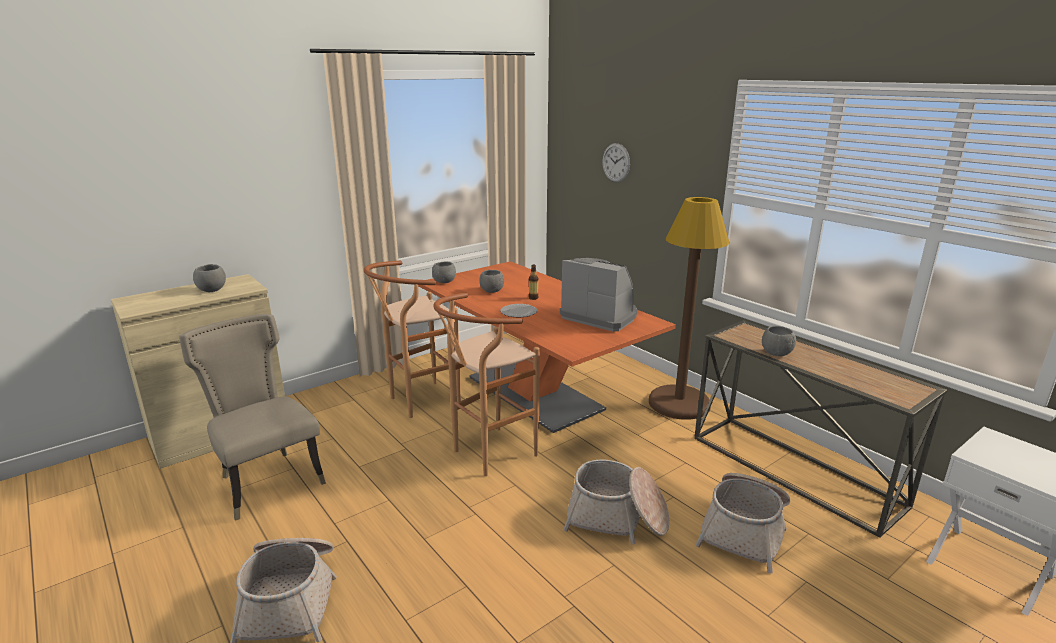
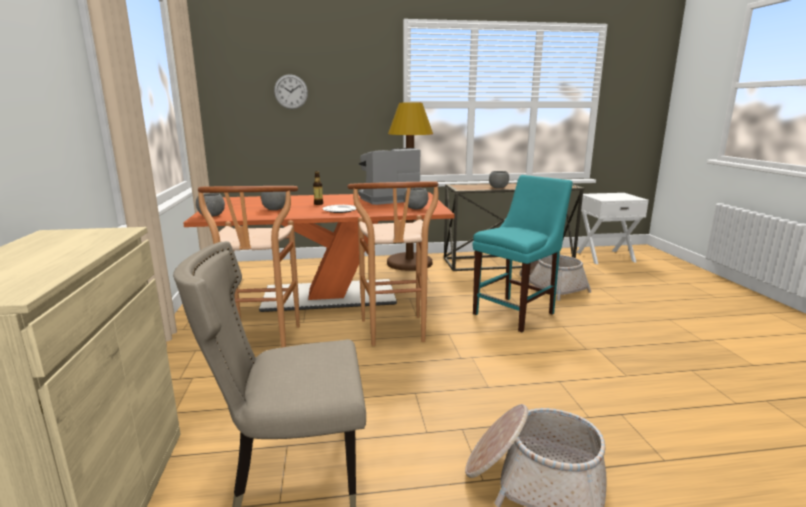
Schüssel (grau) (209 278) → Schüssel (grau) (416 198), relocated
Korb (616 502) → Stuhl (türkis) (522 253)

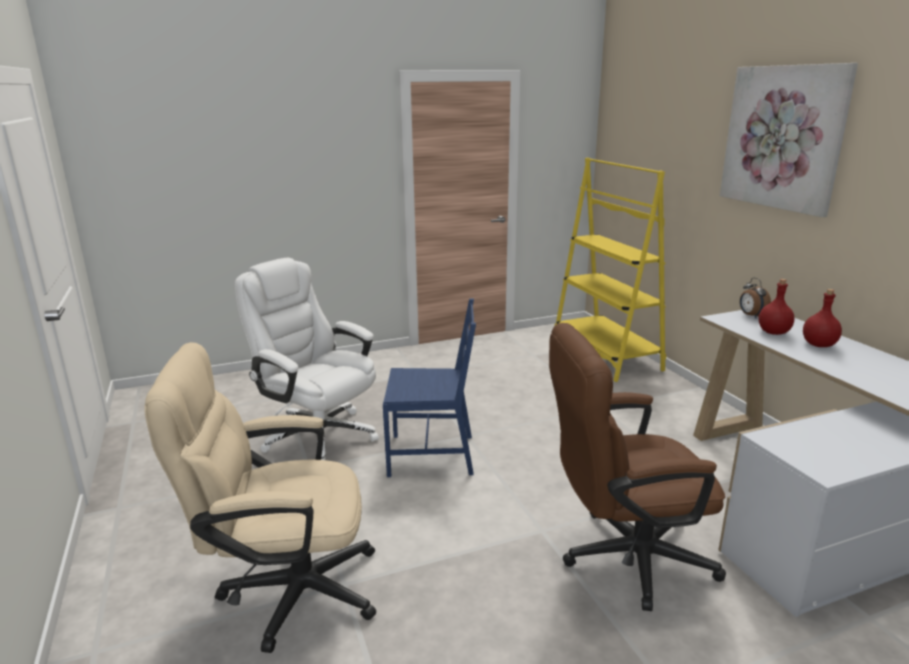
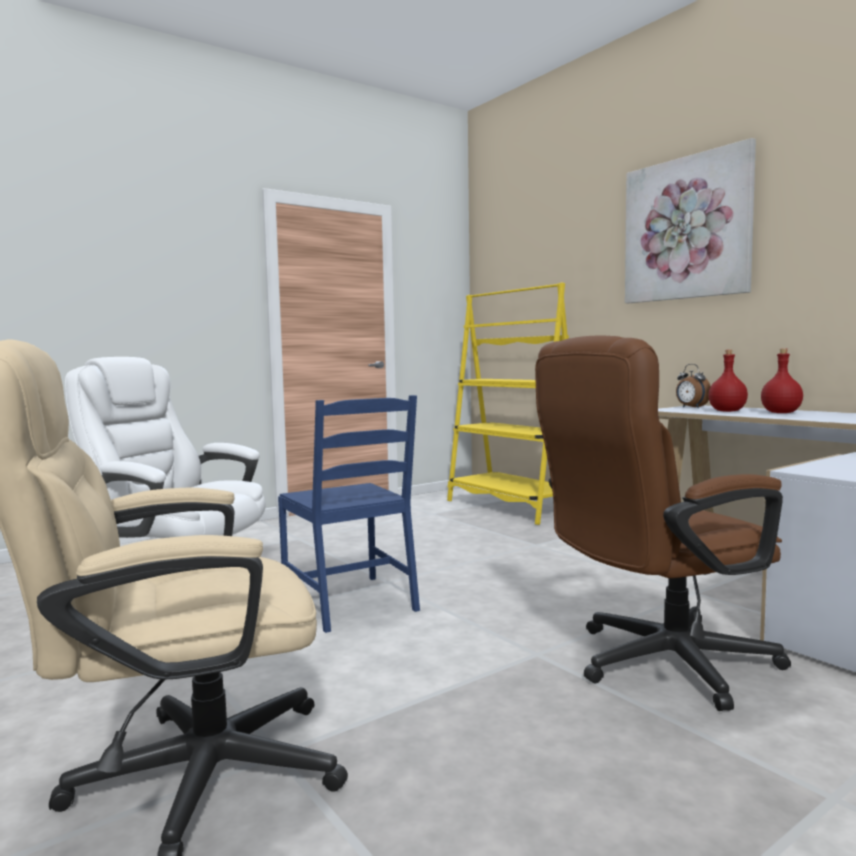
Stuhl (blau) (429 387) → Stuhl (blau) (349 514), 75 degrees clockwise

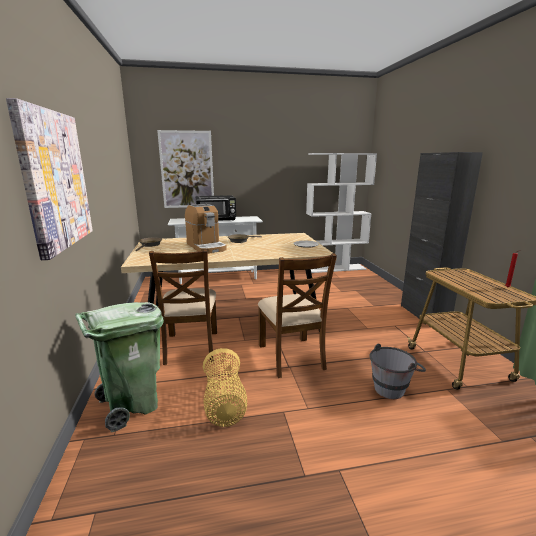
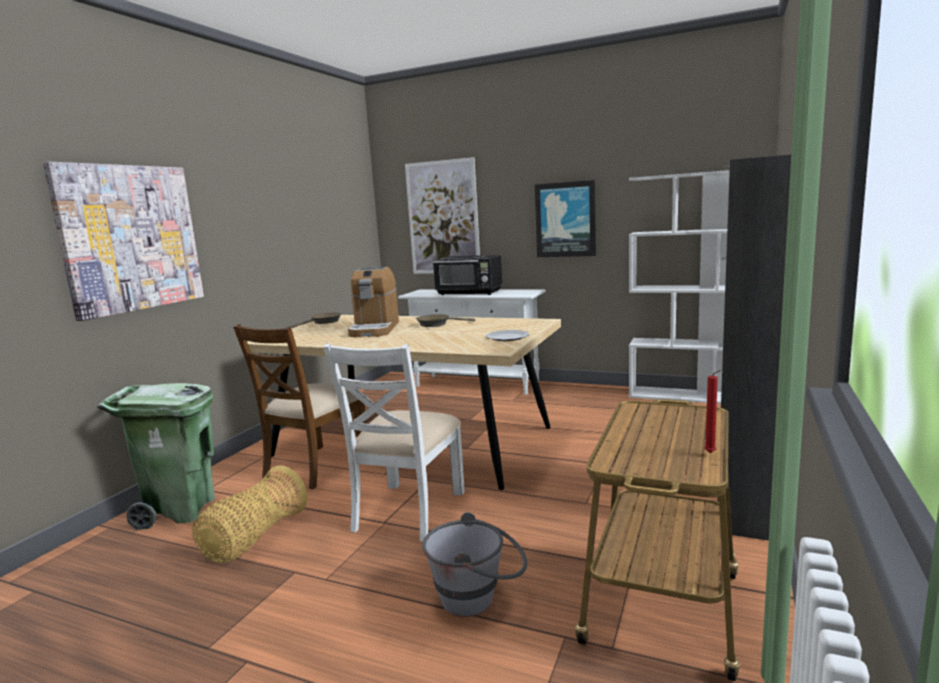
Stuhl (braun) (297 315) → Stuhl (weiß) (394 442)
- → Bild (565 218)

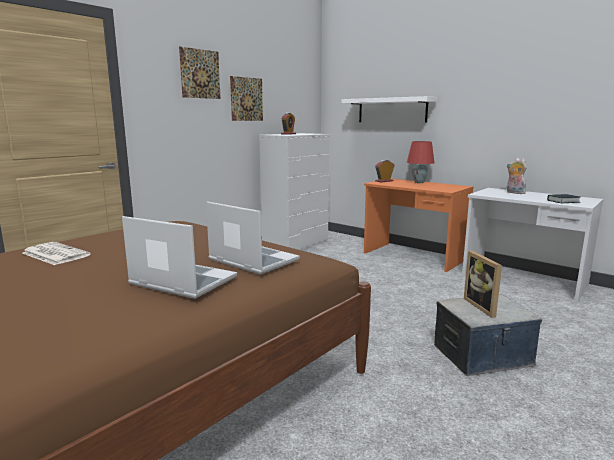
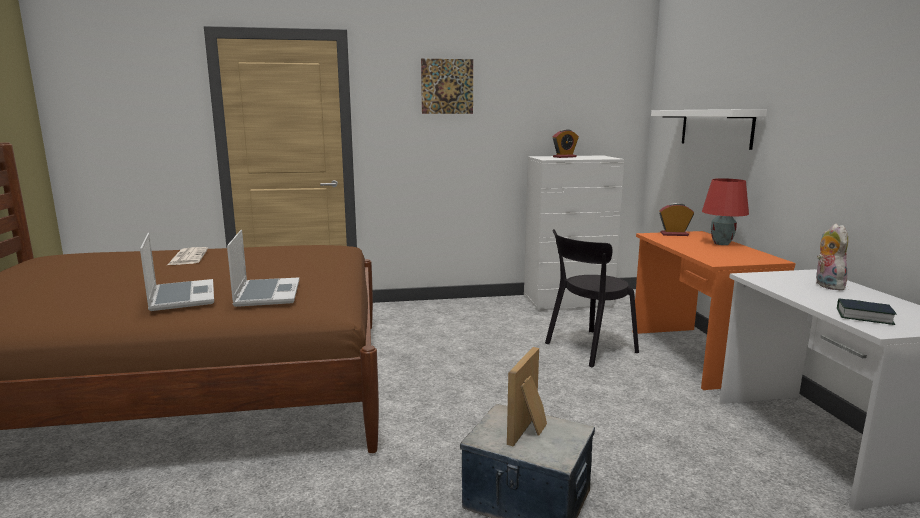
Bild (246 98) → -
- → Stuhl (schwarz) (592 298)

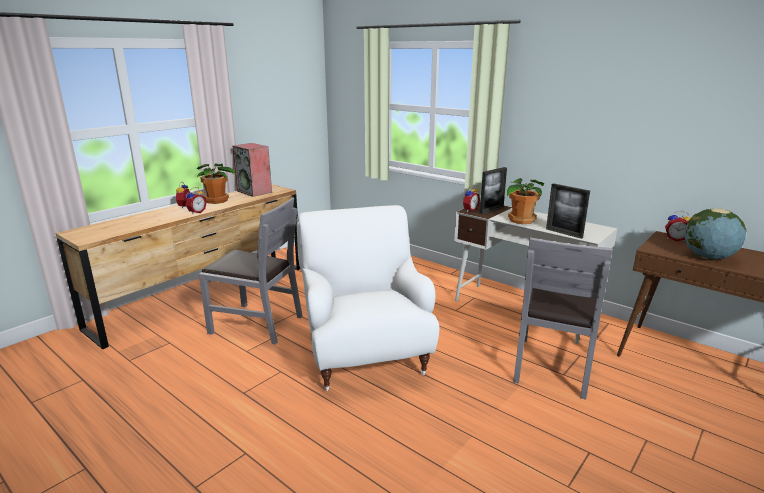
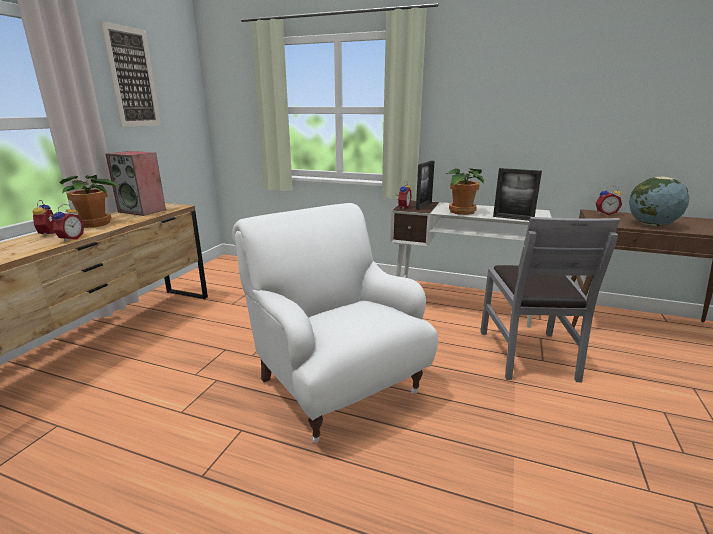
Stuhl (grau) (251 271) → -
- → Bild (130 74)

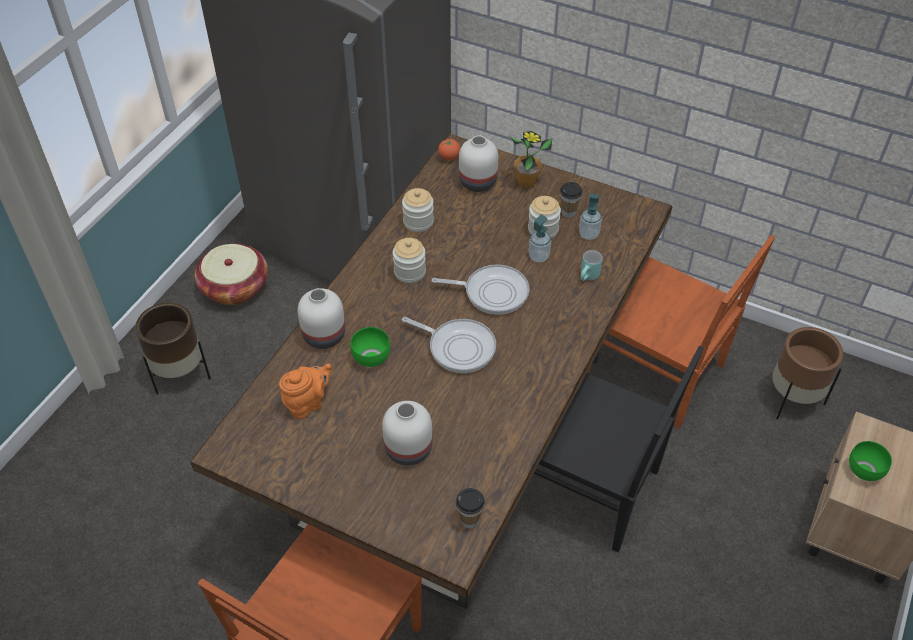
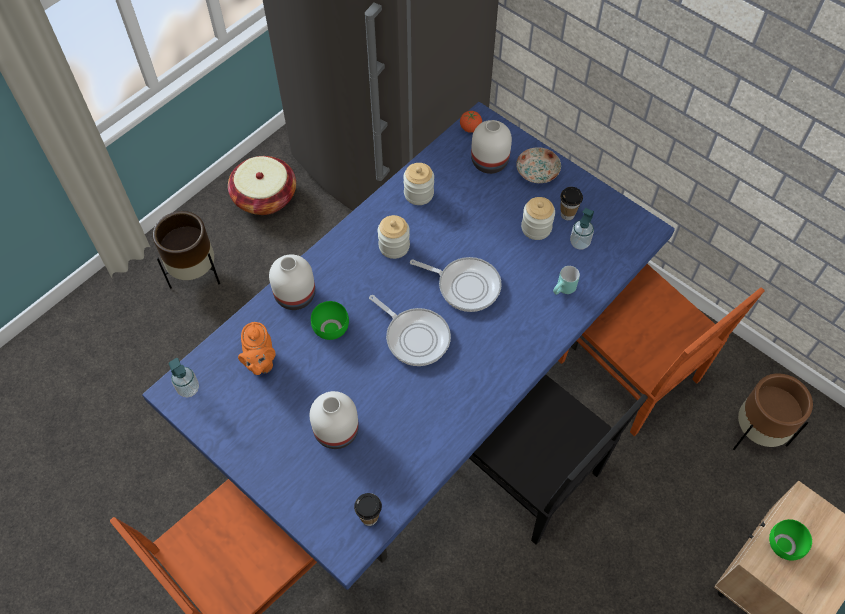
Esstisch (braun) (431 371) → Esstisch (blau) (408 346)
Teekanne (orange) (305 391) → Teekanne (orange) (256 348), 105 degrees clockwise
Topfpflanze (531 159) → Teller (538 165)
Seifenspender (540 238) → Seifenspender (184 377), relocated

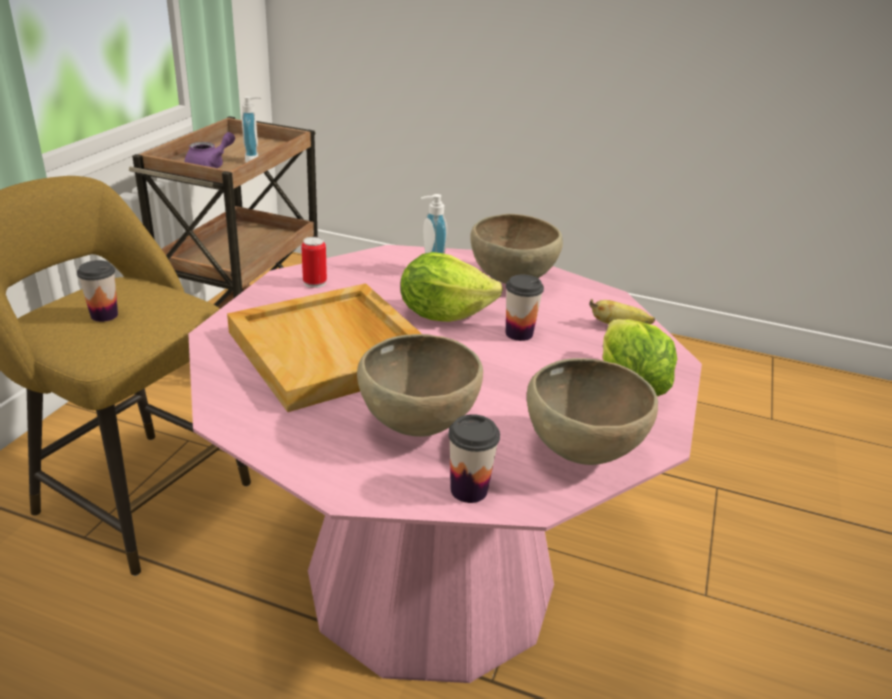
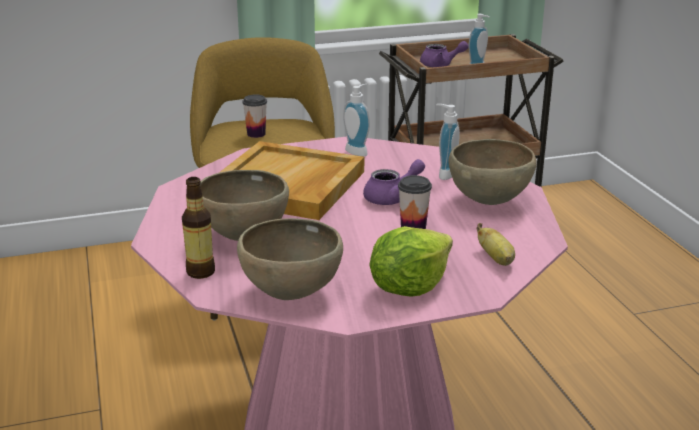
Dose (314 262) → Seifenspender (356 120)
Salatkopf (451 287) → Teekanne (lila) (394 182)
Tasse (474 459) → Flasche (198 228)

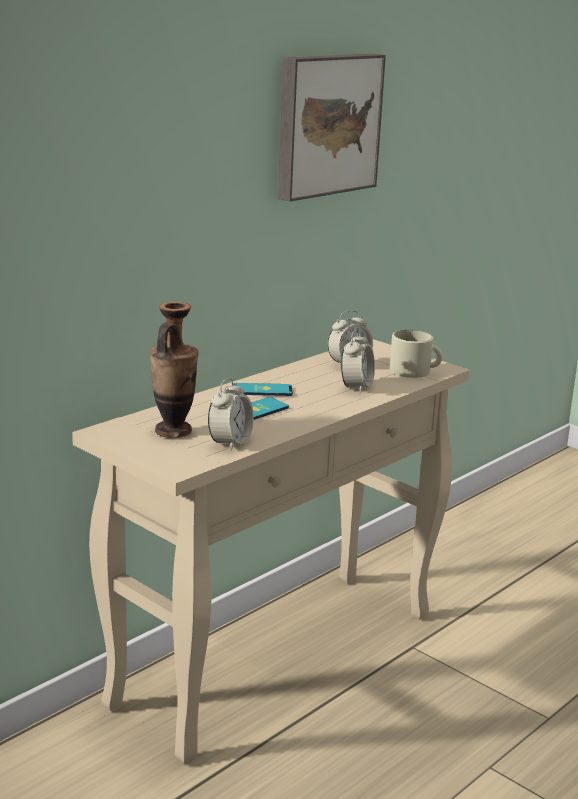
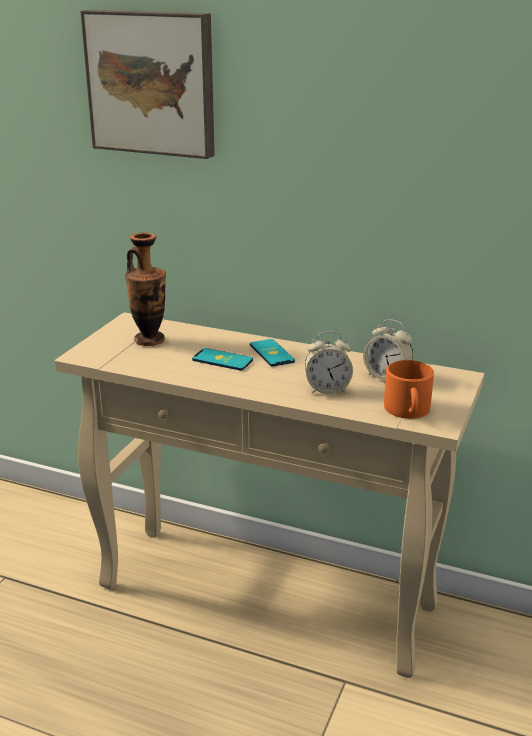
Wecker (231 414) → -
Bild (332 127) → Bild (147 84), relocated
Henkelbecher (beige) (416 354) → Henkelbecher (orange) (409 389)

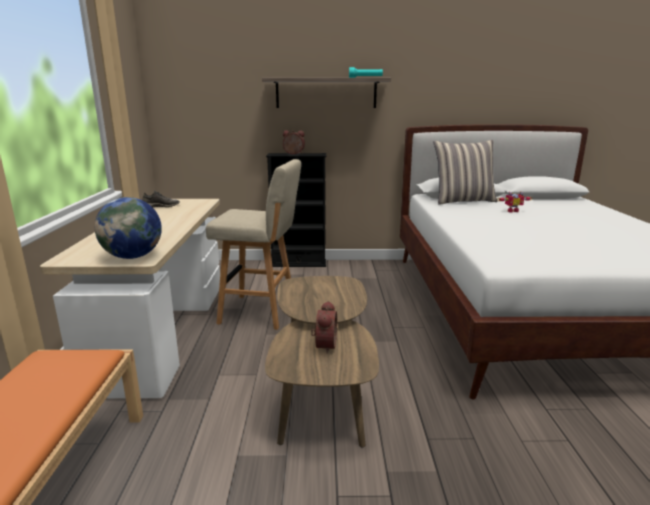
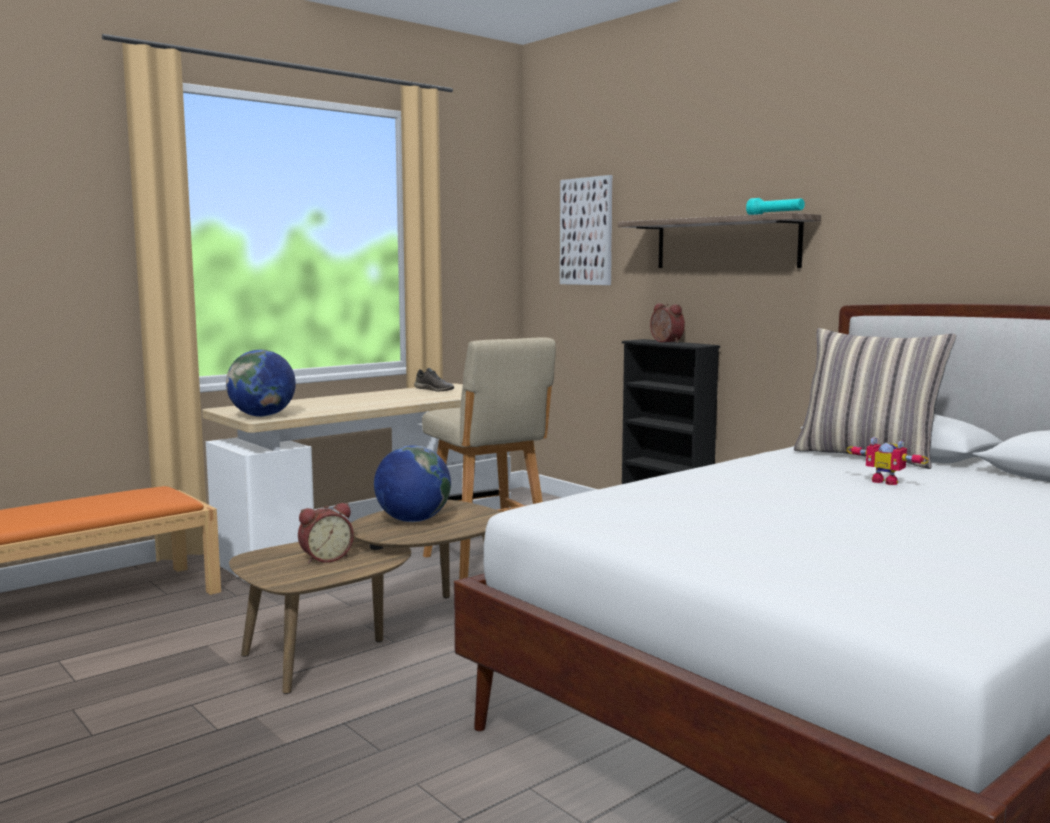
- → Globus (412 483)
- → Bild (586 230)

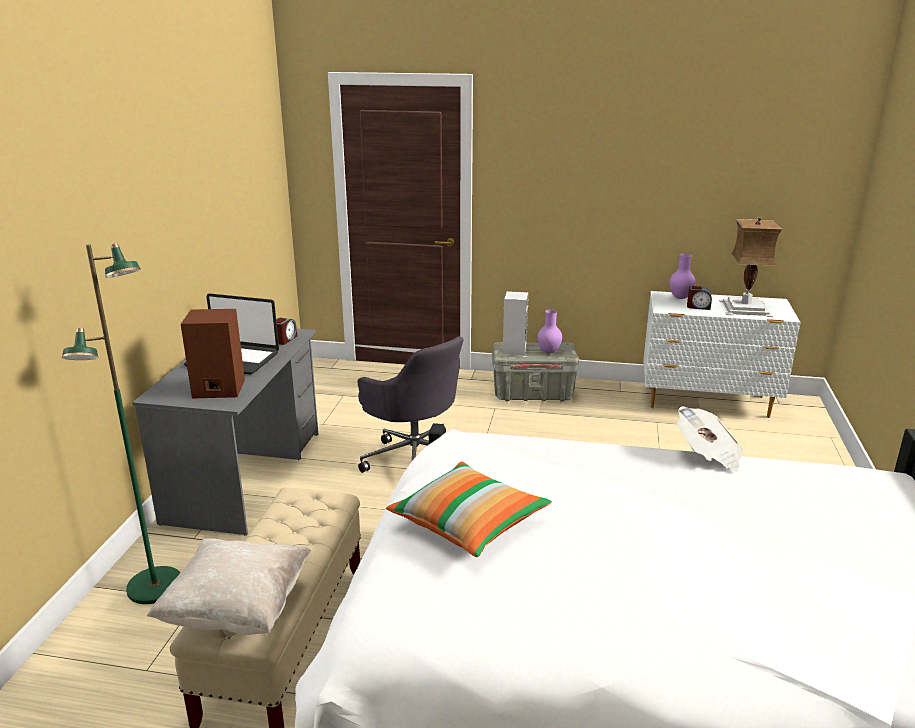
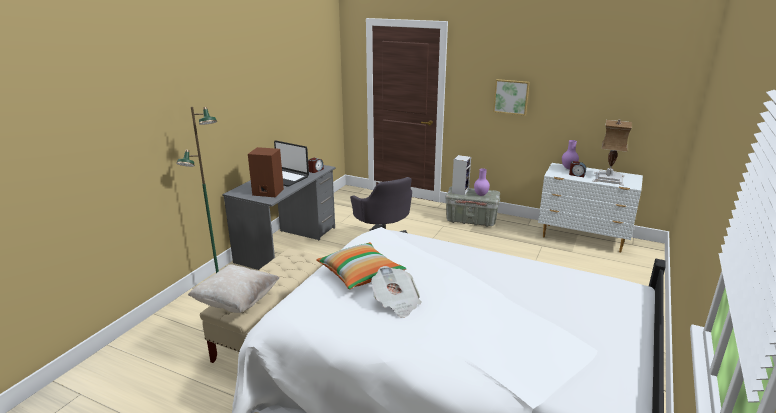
Zeitung (710 438) → Zeitung (396 292), relocated
- → Bild (511 97)

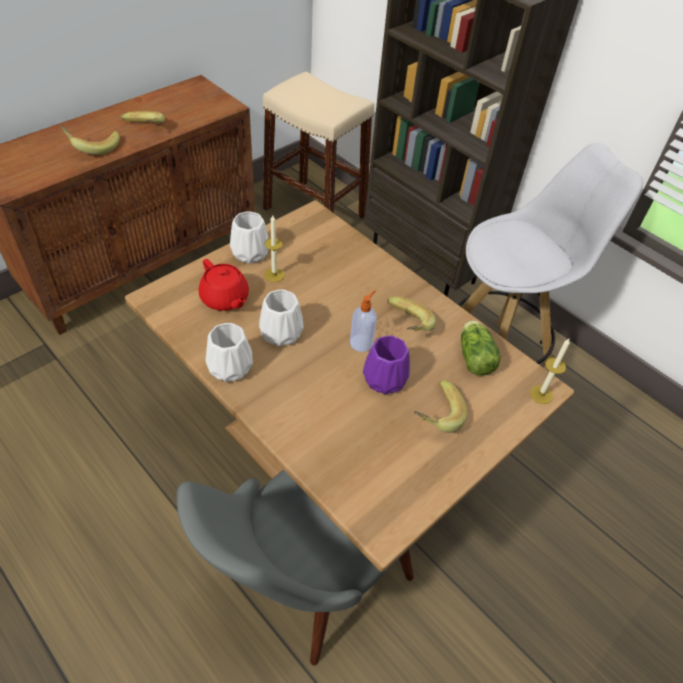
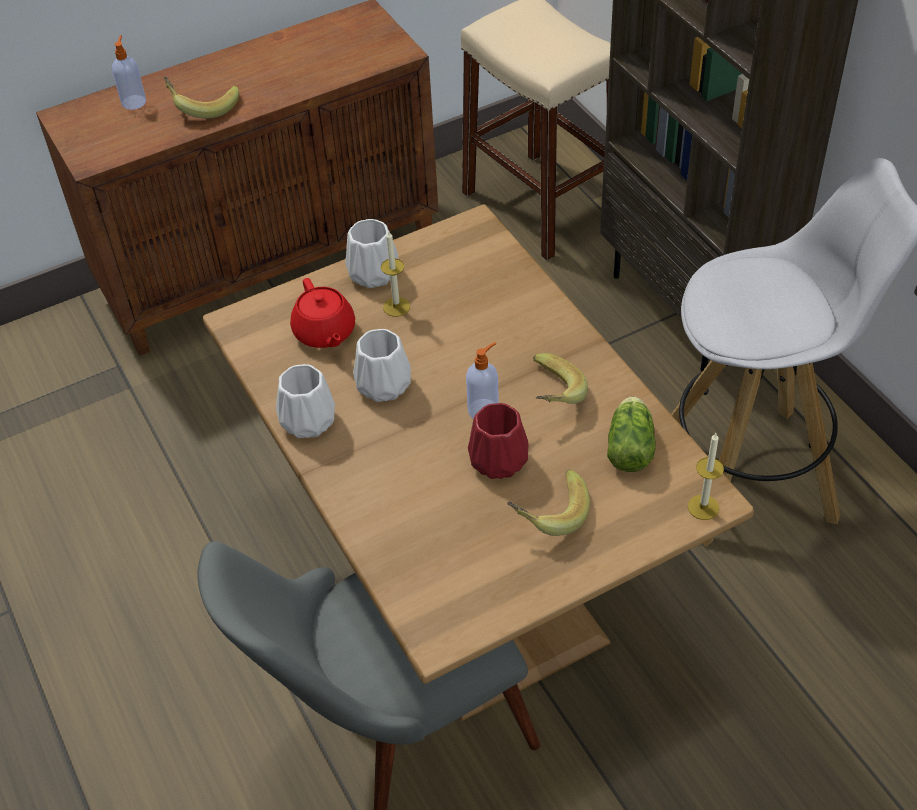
Banane (143 117) → -
Vase (lila) (386 365) → Vase (rot) (498 441)
- → Seifenspender (129 72)

